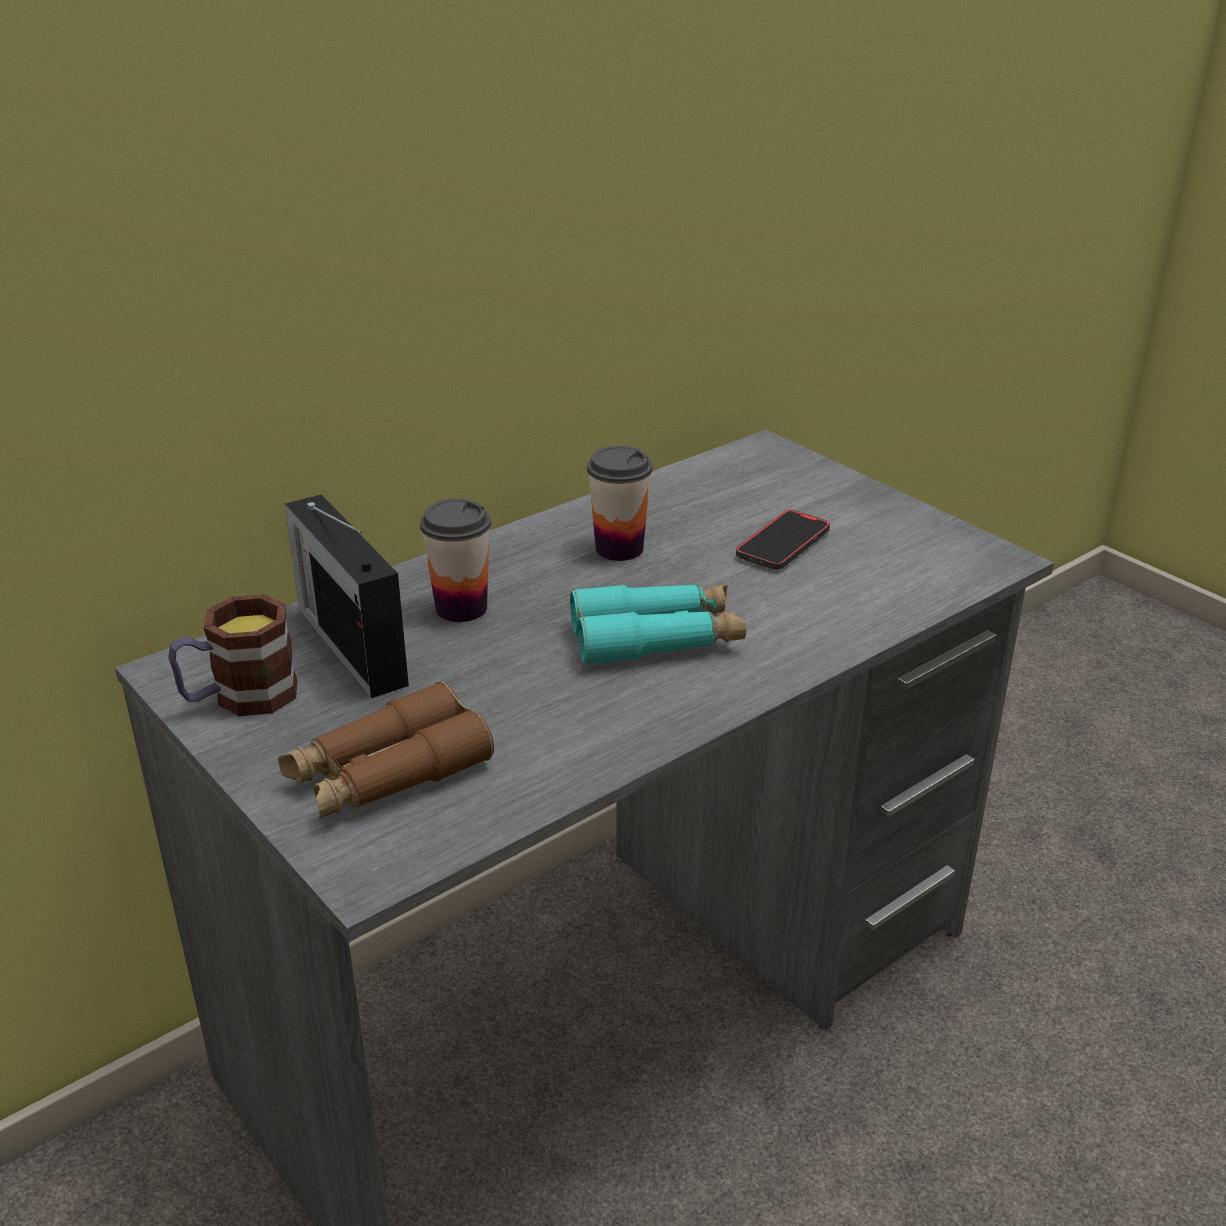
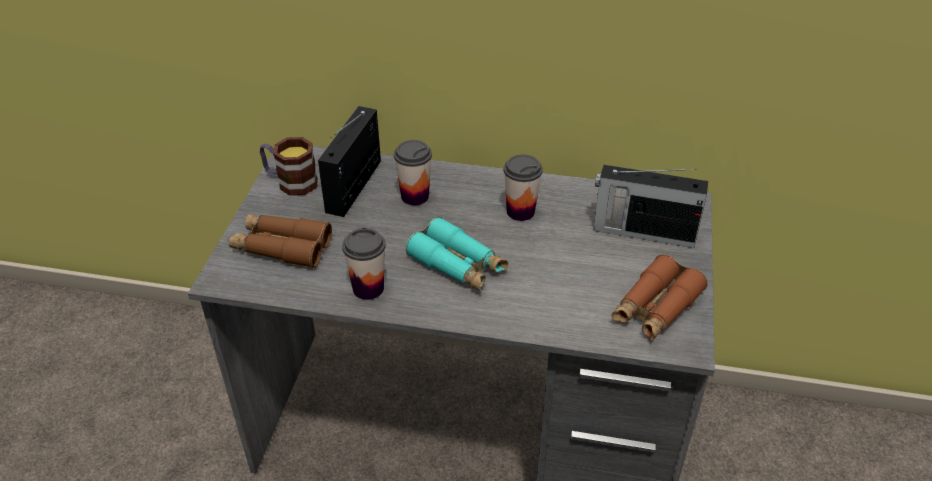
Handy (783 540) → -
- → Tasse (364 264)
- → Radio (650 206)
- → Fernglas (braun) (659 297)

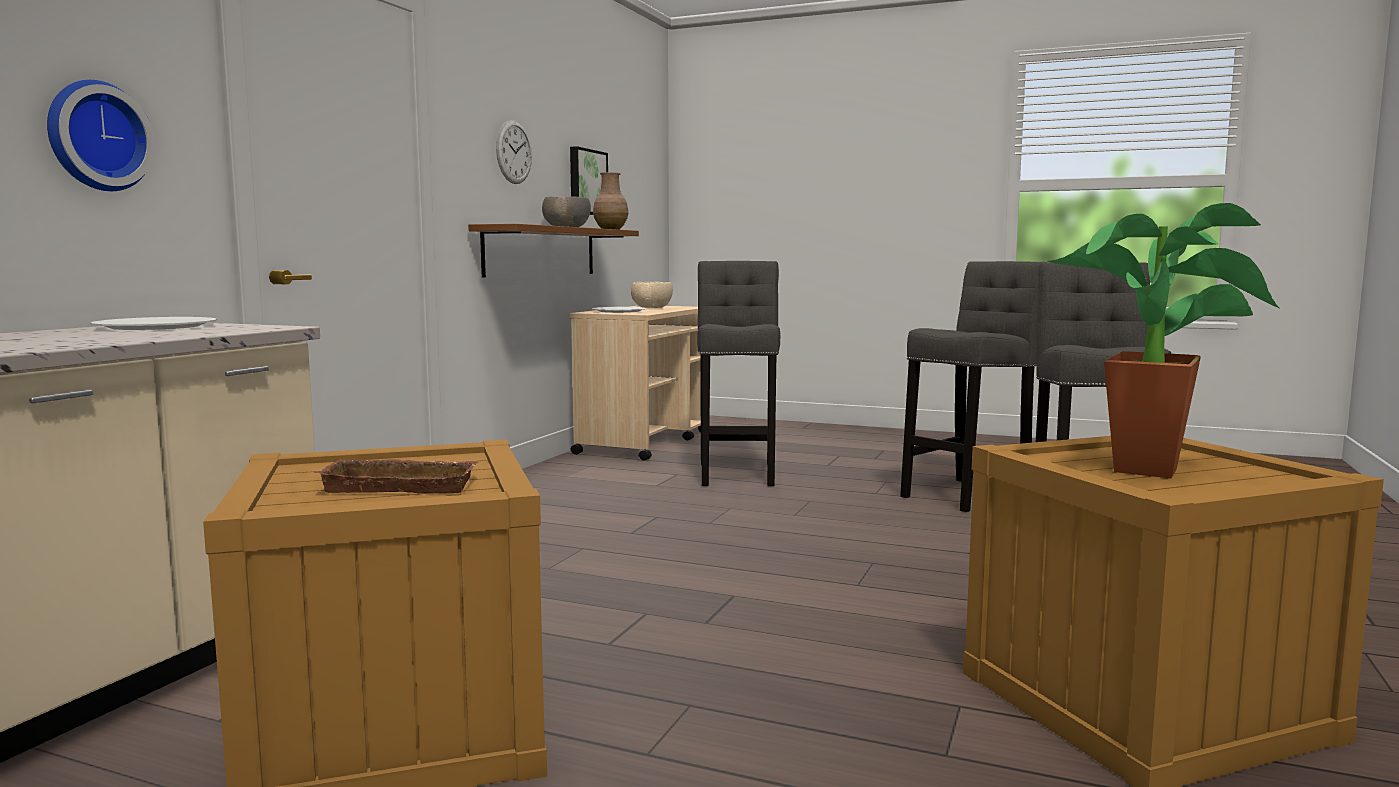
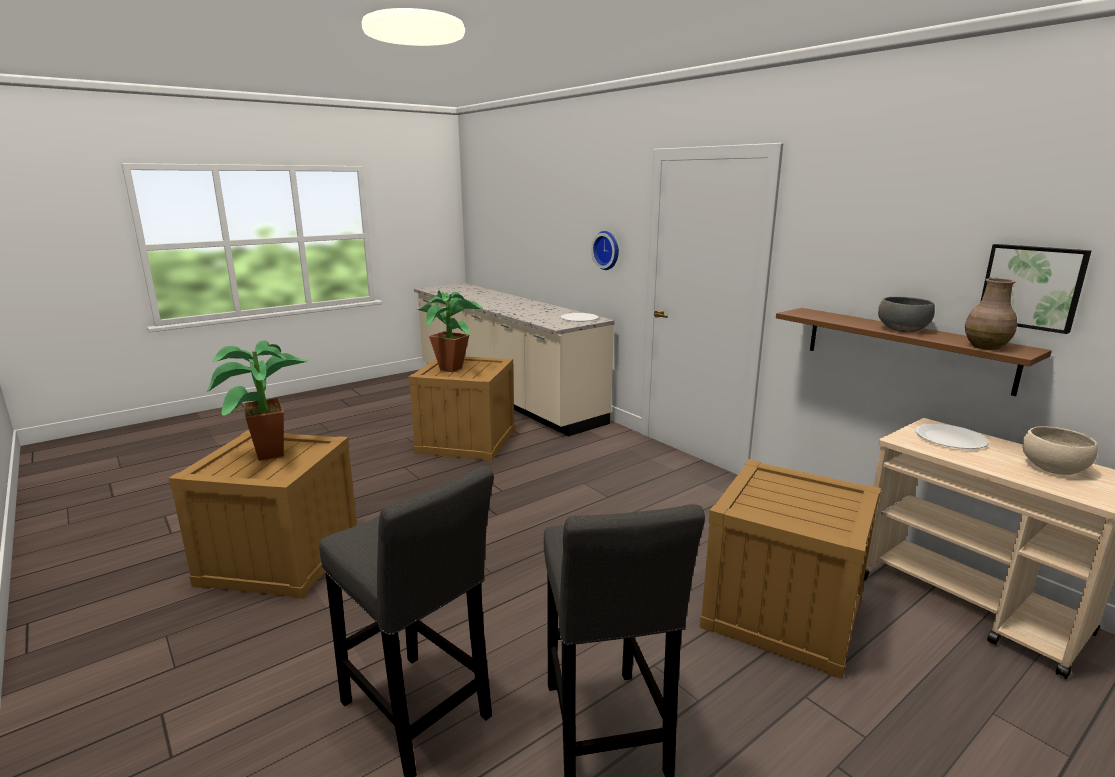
Tablett (braun) (396 476) → Topfpflanze (450 331)
Wanduhr (514 152) → -
Hocker (grau) (738 373) → Kiste (790 569)

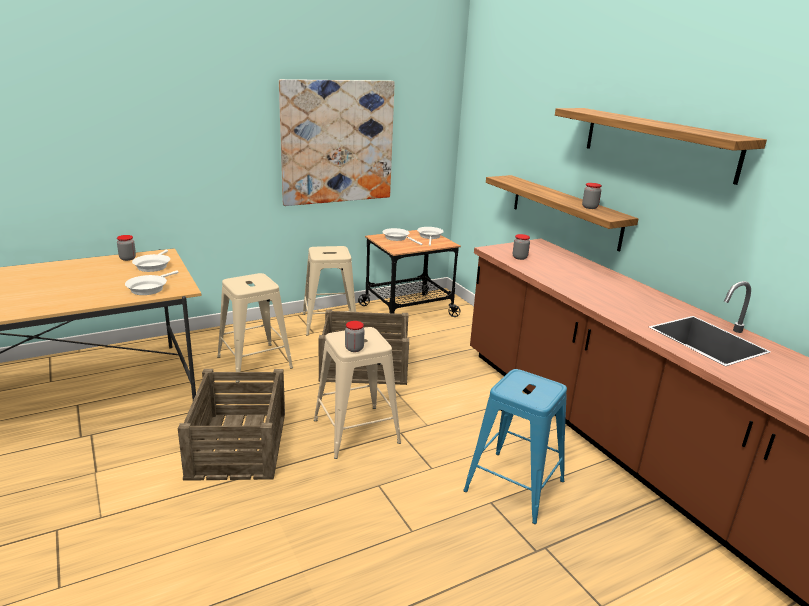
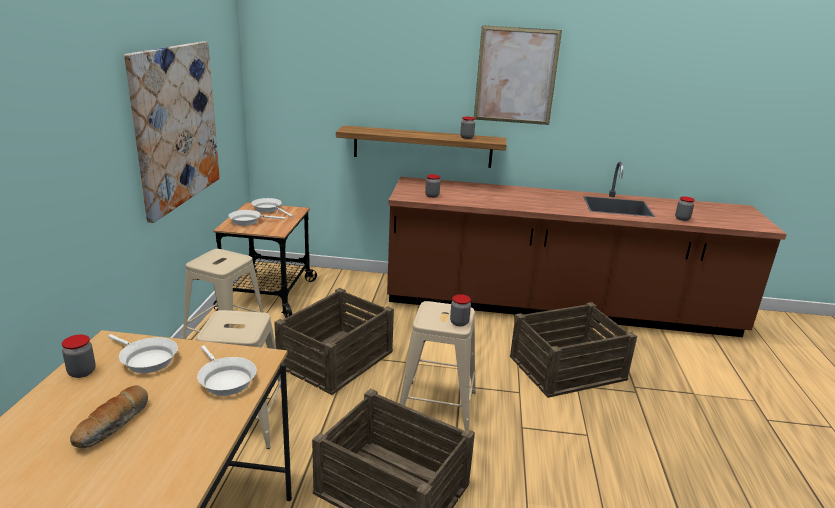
Hocker (blau) (515 446) → Kiste (573 350)
Wandregal (661 146) → Bild (518 75)
- → Brot (109 416)
- → Vorratsglas (685 208)

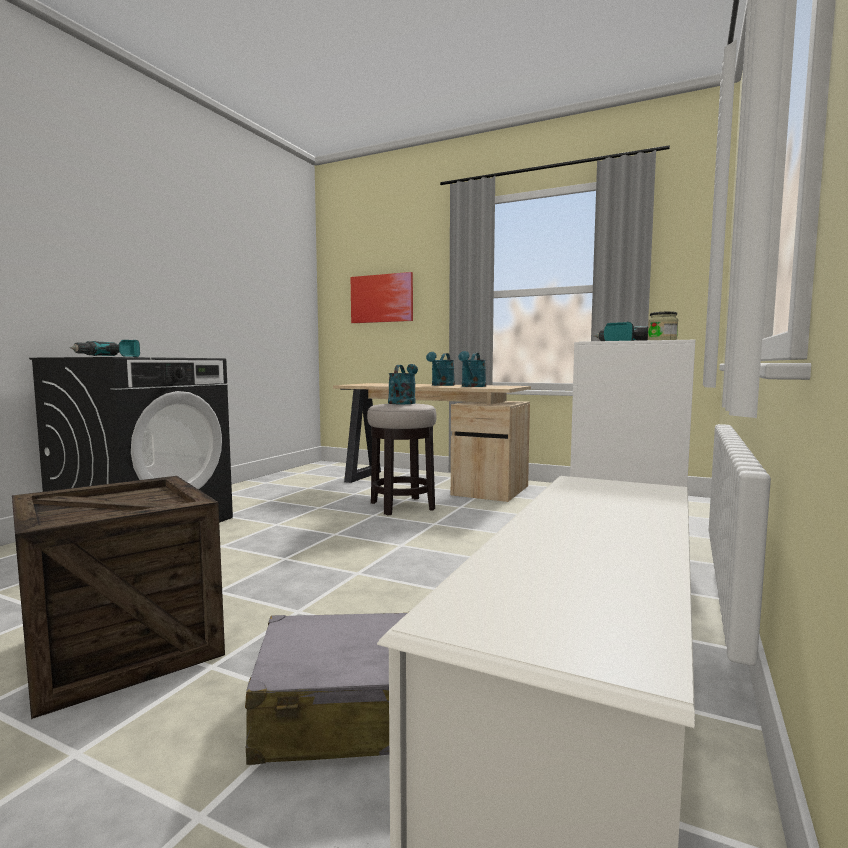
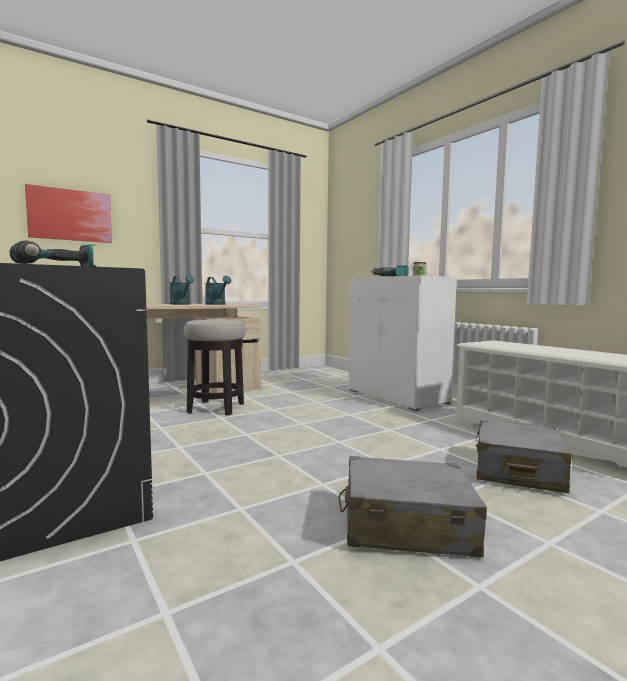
Kiste (118 597) → Koffer (grau) (412 507)
Gießkanne (türkis) (403 384) → -

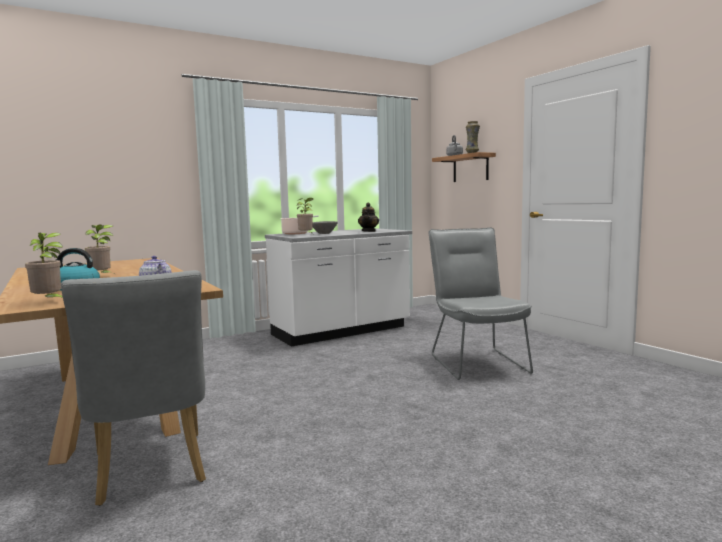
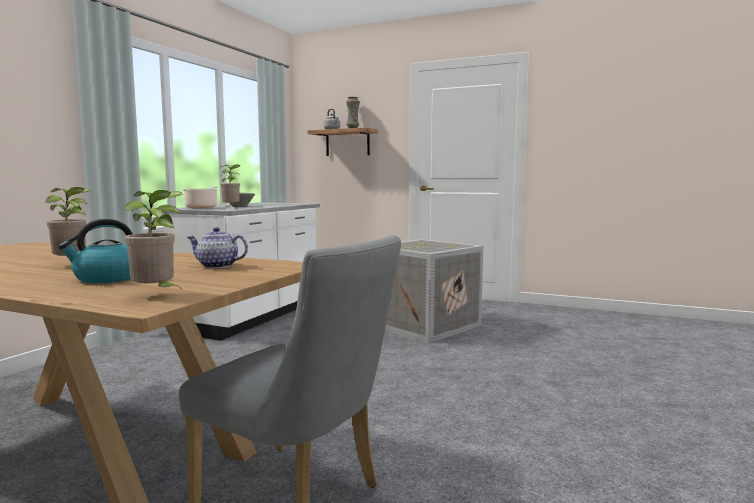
Teekanne (368 217) → -
Stuhl (grau) (480 304) → Kiste (434 291)

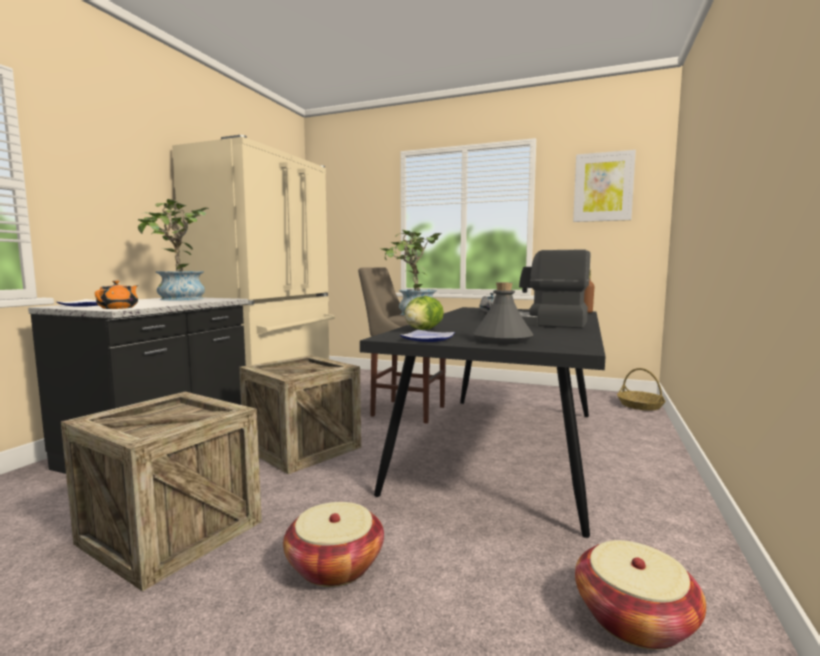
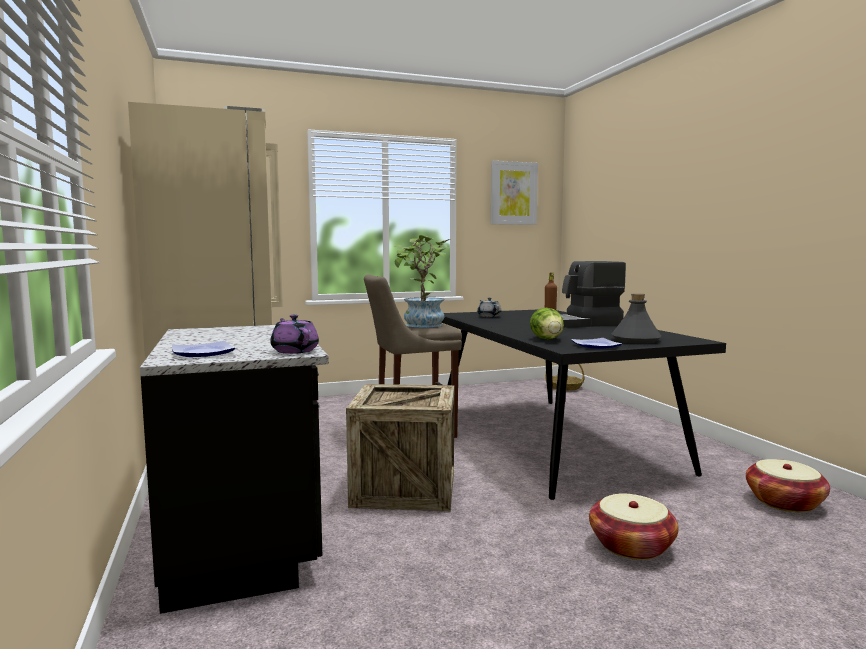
Kiste (161 492) → -
Teekanne (orange) (116 295) → Teekanne (lila) (294 334)
Topfpflanze (173 250) → -

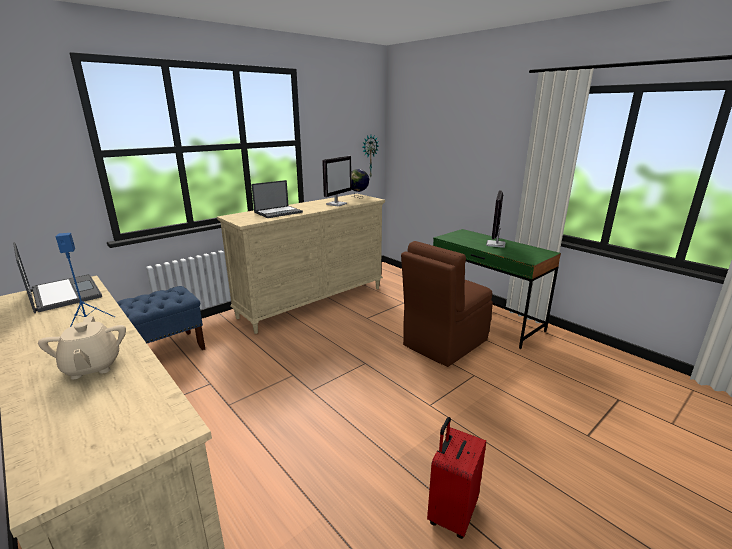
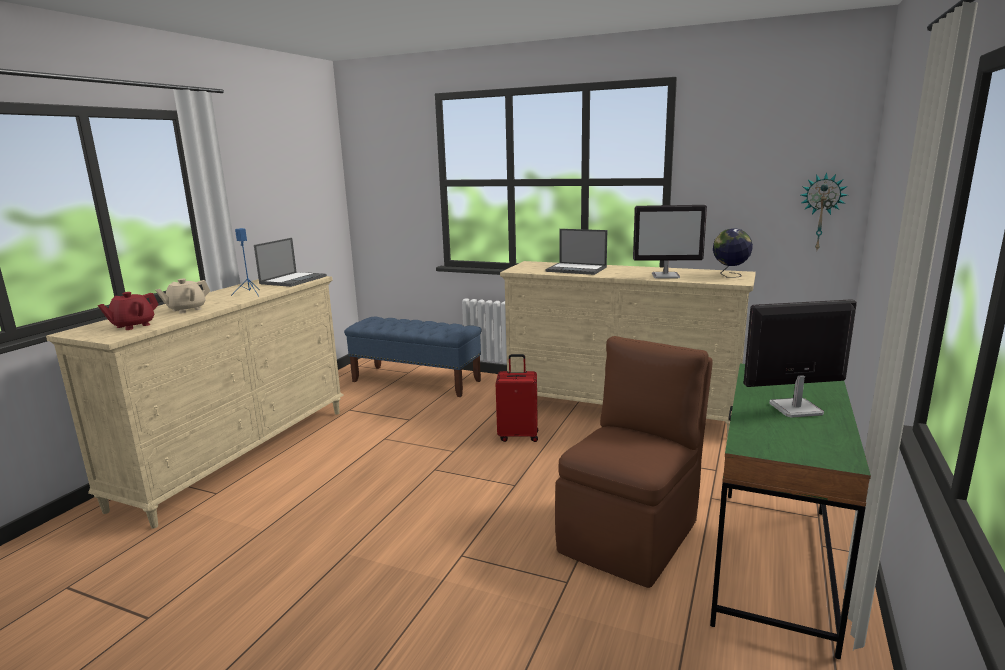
Stuhl (braun) (447 304) → Stuhl (braun) (634 462), 105 degrees clockwise
Koffer (rot) (456 478) → Koffer (rot) (517 398), relocated
- → Teekanne (rot) (128 311)

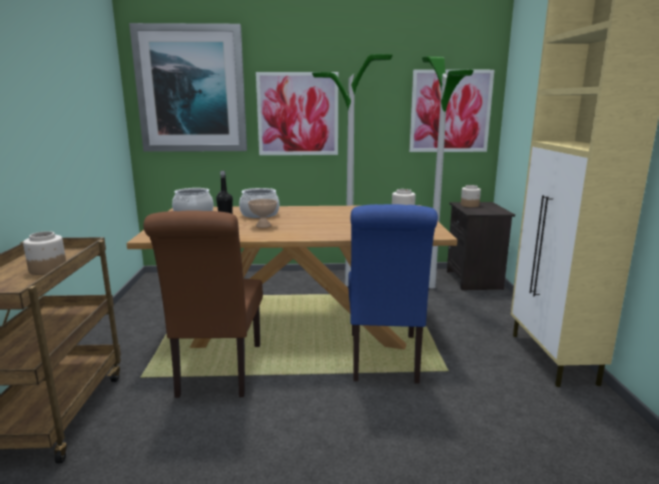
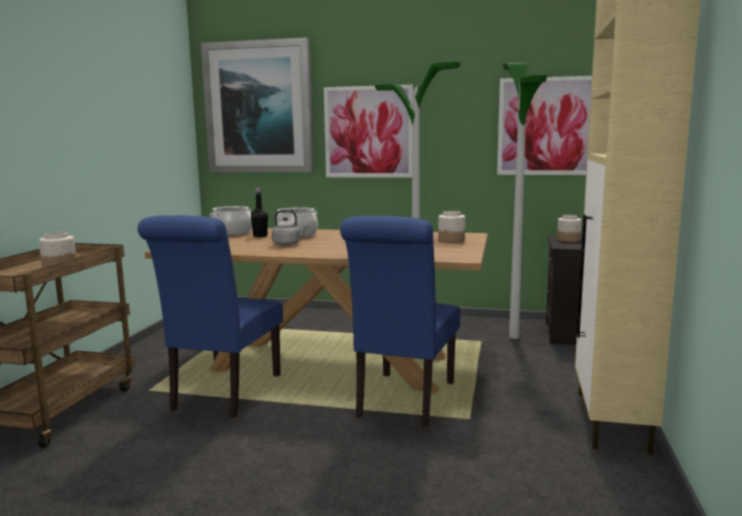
Stuhl (braun) (203 304) → Stuhl (blau) (210 316)
Schüssel (beige) (262 213) → Wasserkessel (grau) (290 228)

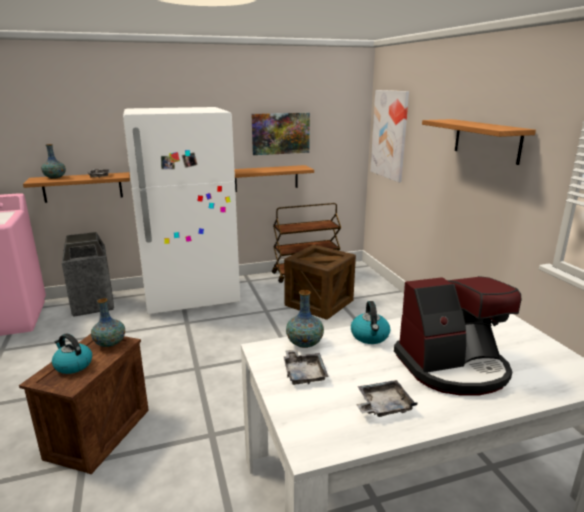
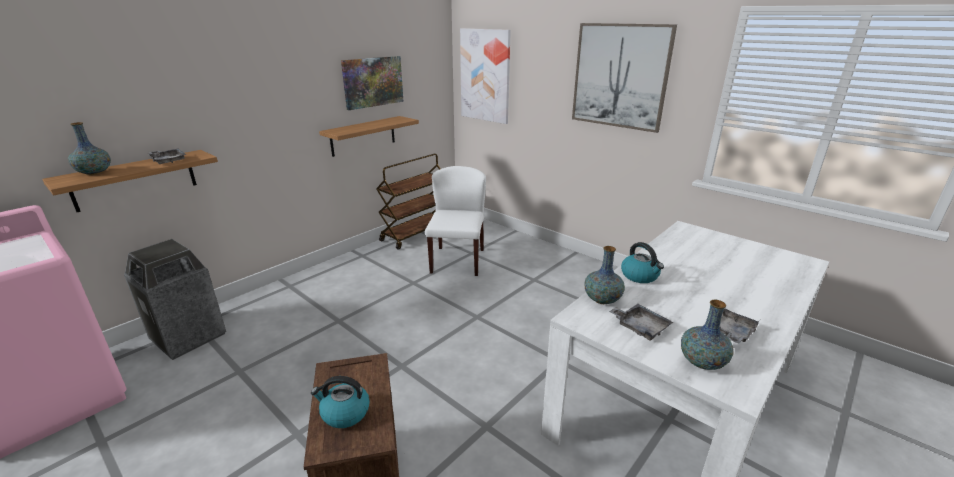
Vase (108 322) → Vase (707 335), relocated
Kühlschrank (weiß) (181 210) → -
Kiste (320 282) → Stuhl (weiß) (455 221)
Kaffeemaschine (457 336) → -
Wandregal (479 142) → Bild (624 78)

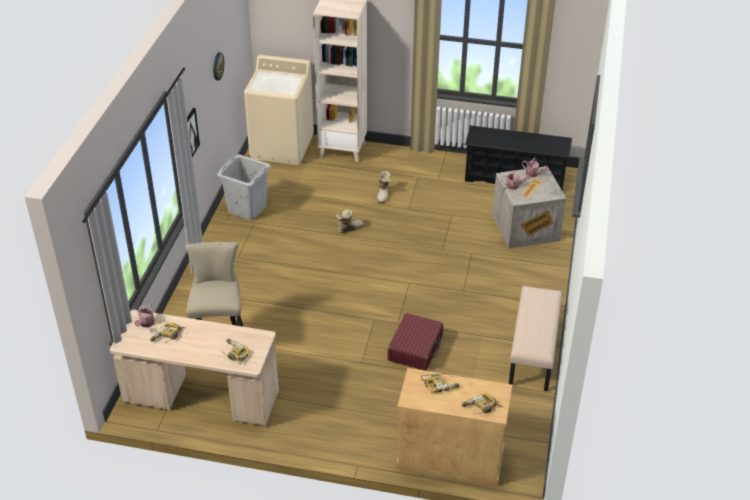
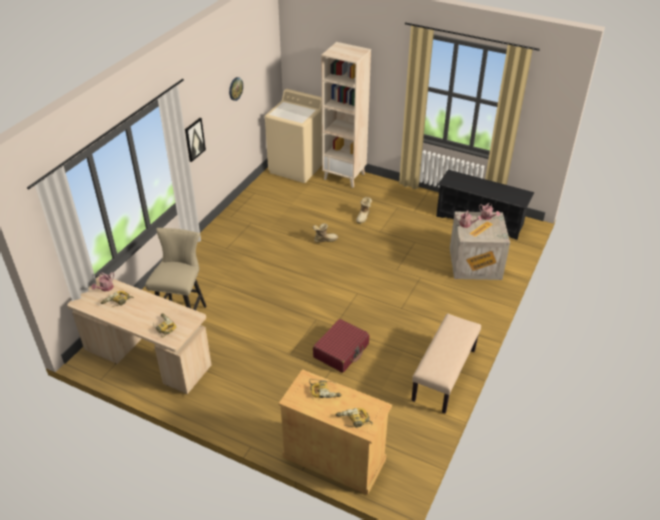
Wäschekorb (grau) (244 187) → -

